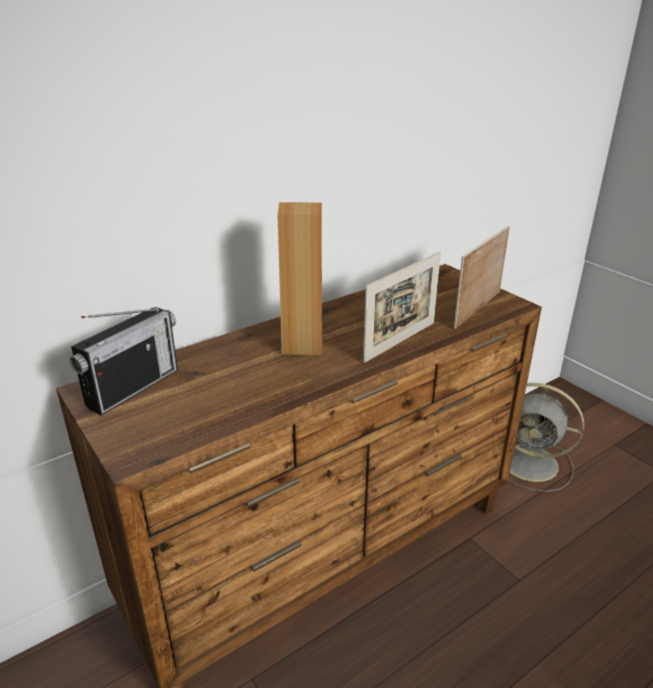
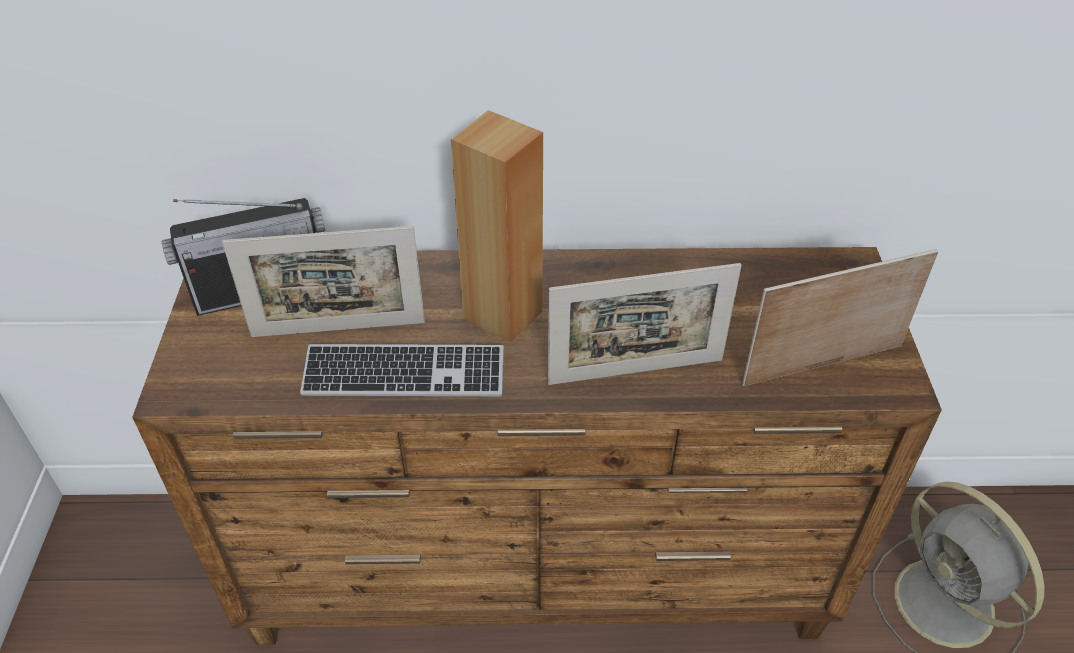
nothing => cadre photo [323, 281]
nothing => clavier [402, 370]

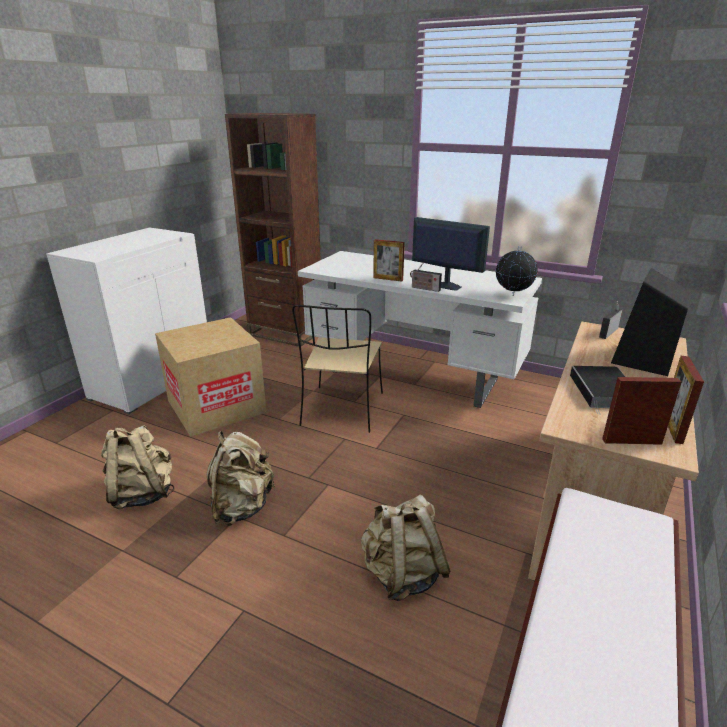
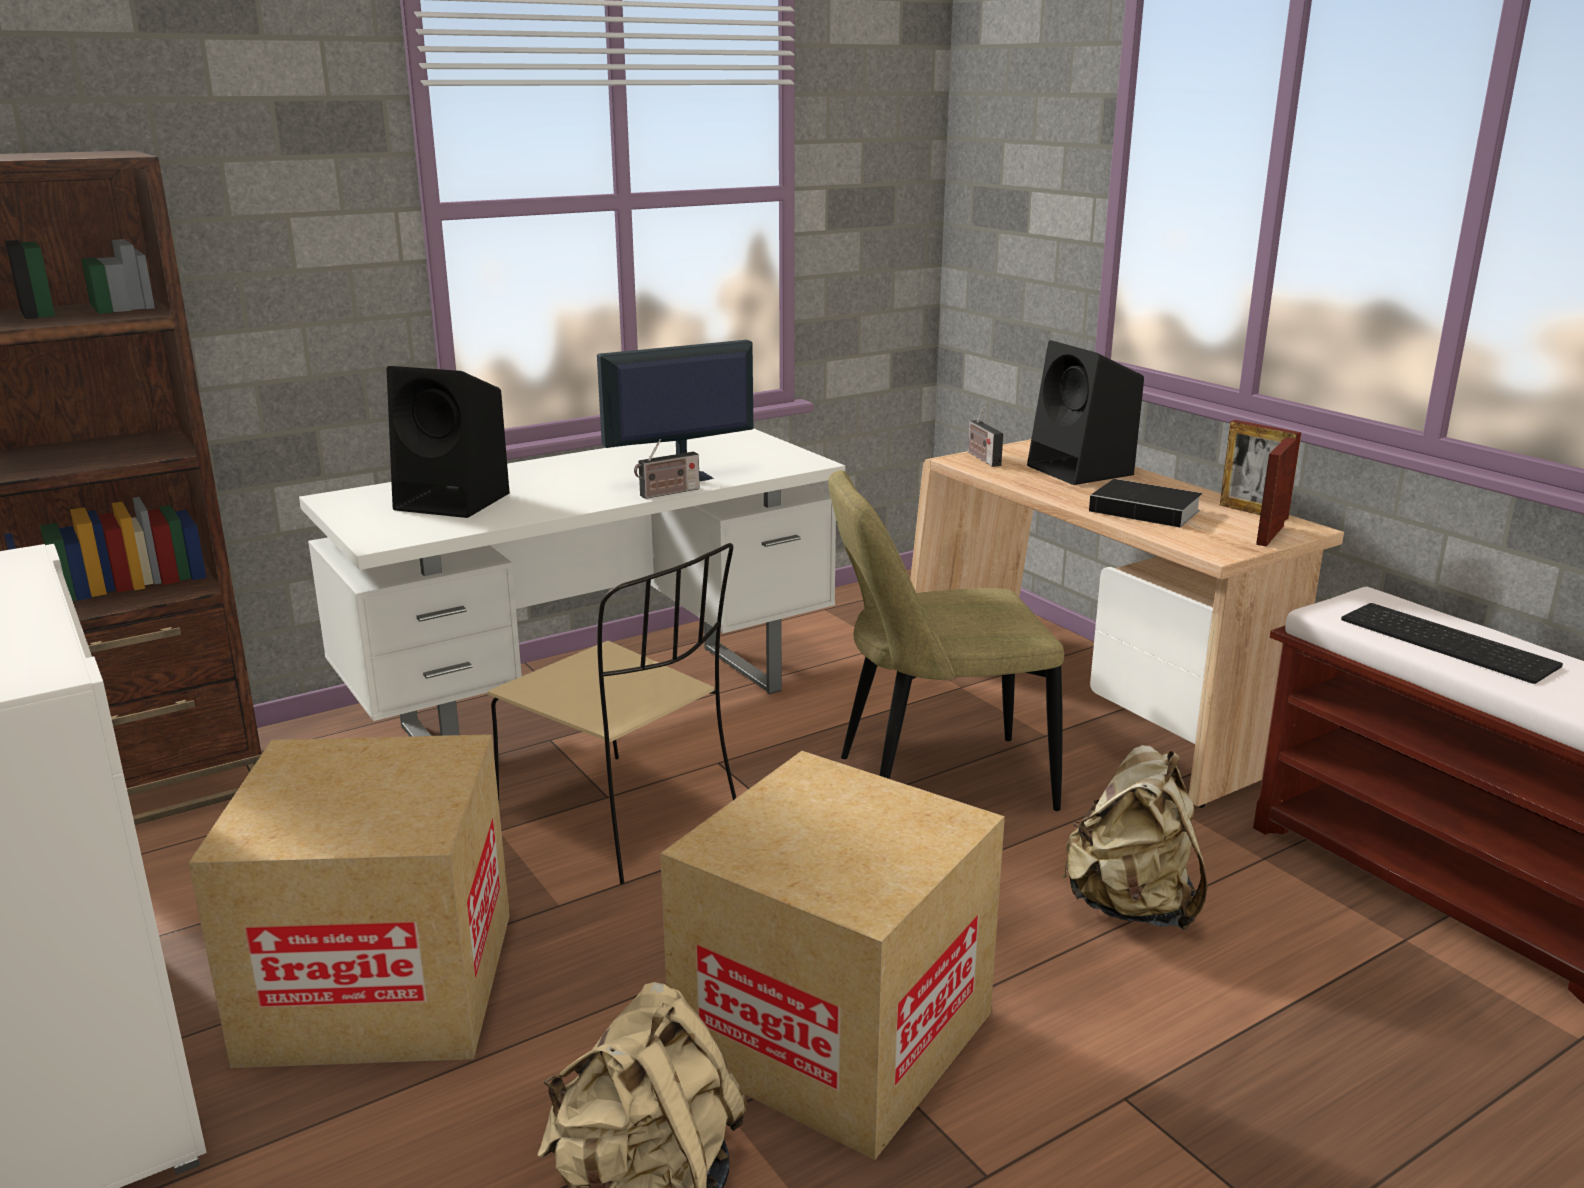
nothing => enceinte [noir] [448, 442]
sac à dos [beige] [241, 478] => carton [832, 955]
nothing => chaise [beige] [946, 640]
nothing => clavier [1452, 643]
cadre photo [389, 260] => nothing
globe [517, 271] => nothing

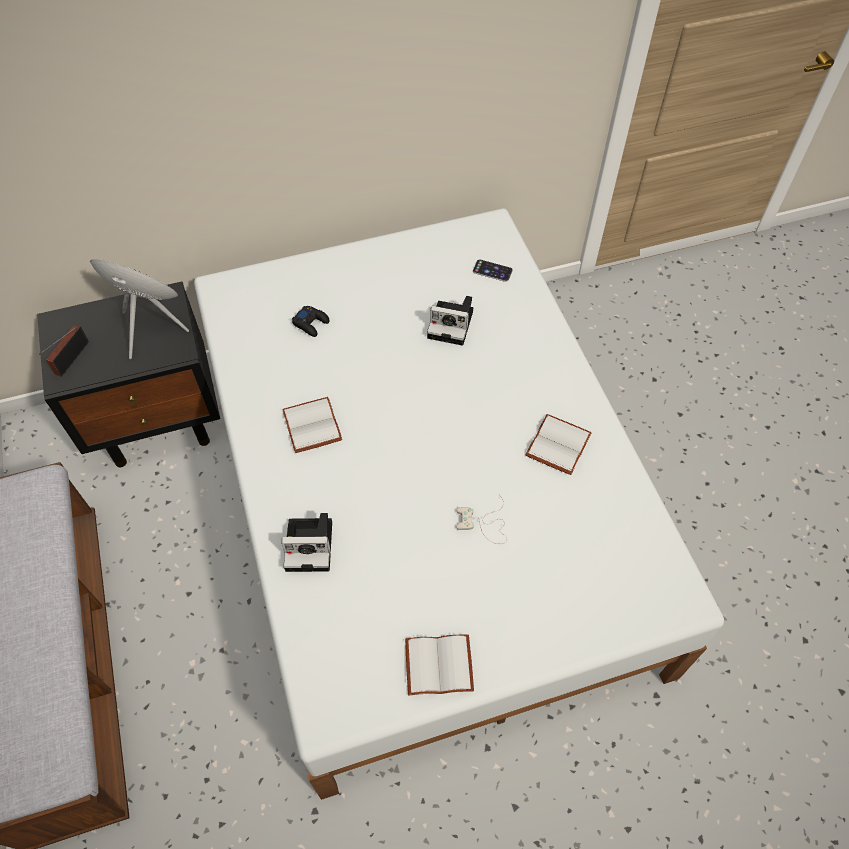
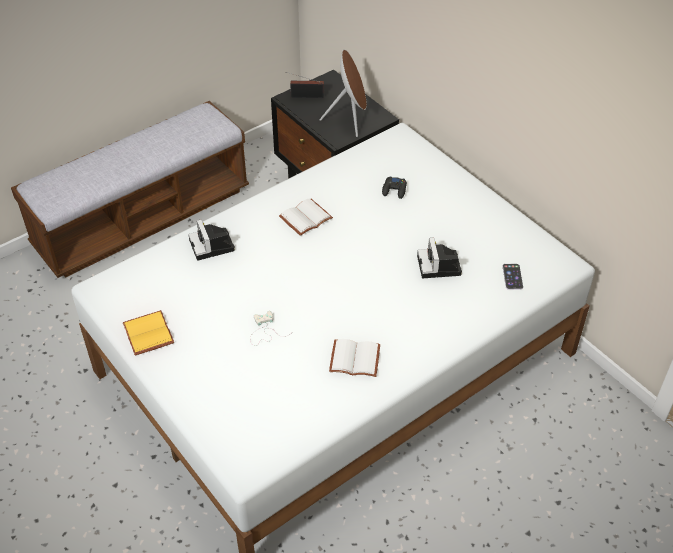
livre [blanc] [439, 665] => livre [jaune] [148, 333]

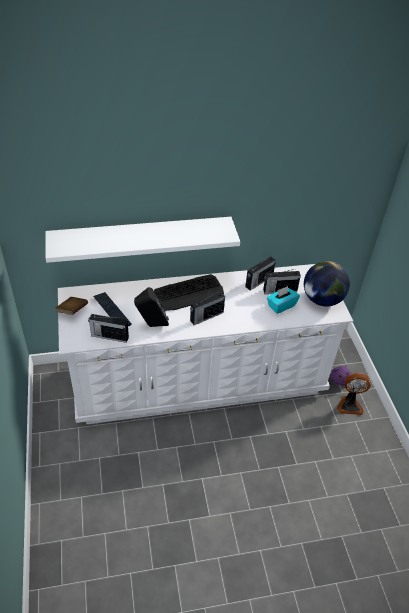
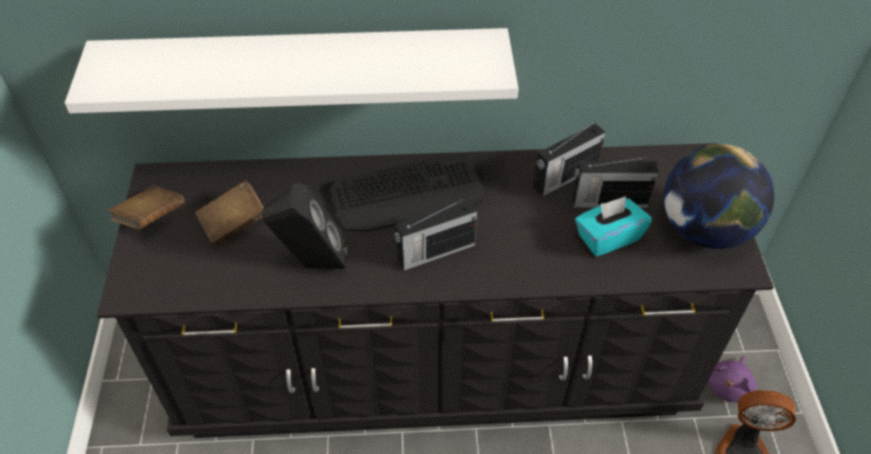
commode [blanc] [205, 344] => commode [noir] [435, 290]
clavier [112, 309] => livre [marron] [229, 213]
radio [108, 328] => nothing

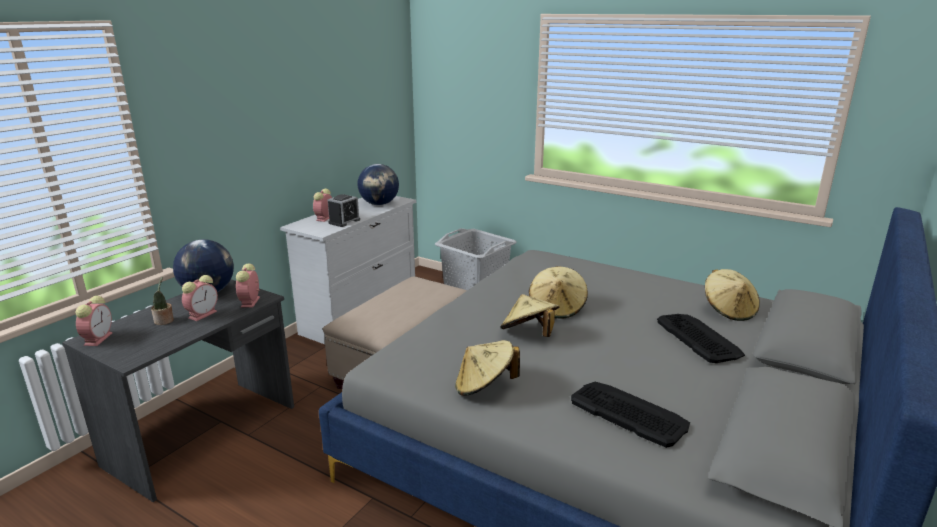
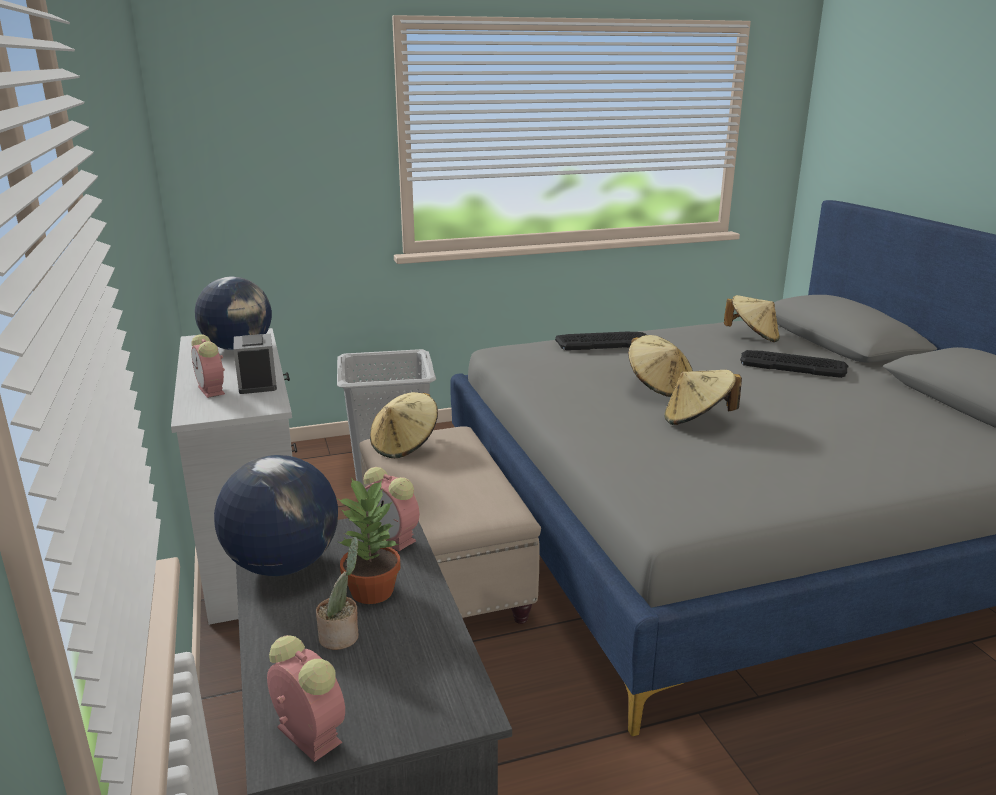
réveil [200, 298] => plante en pot [369, 541]
chapeau [beige] [487, 368] => chapeau [beige] [404, 425], shifted
clavier [630, 415] => clavier [601, 341], shifted

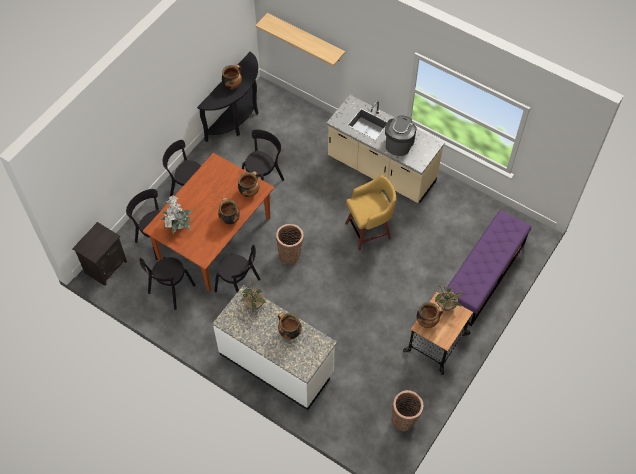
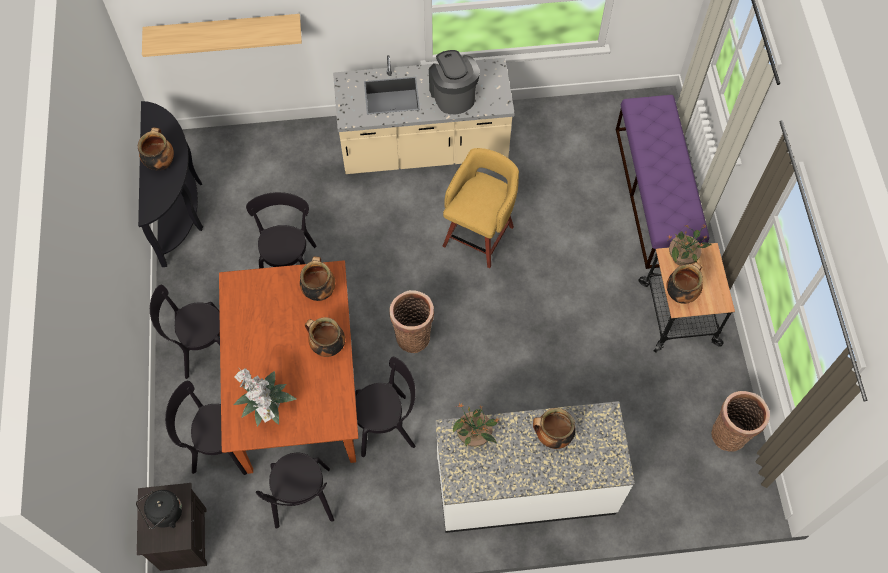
nothing => bouilloire [noir] [159, 509]

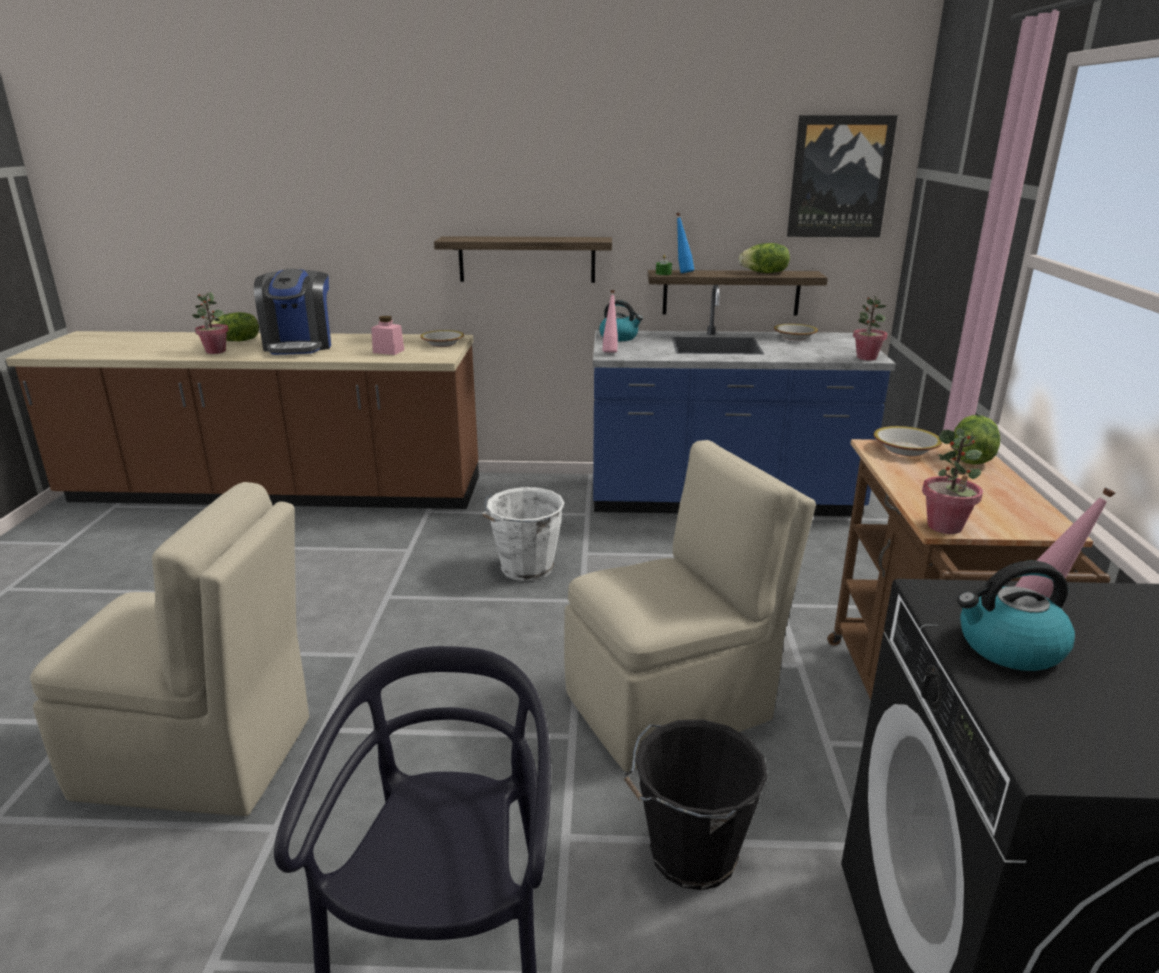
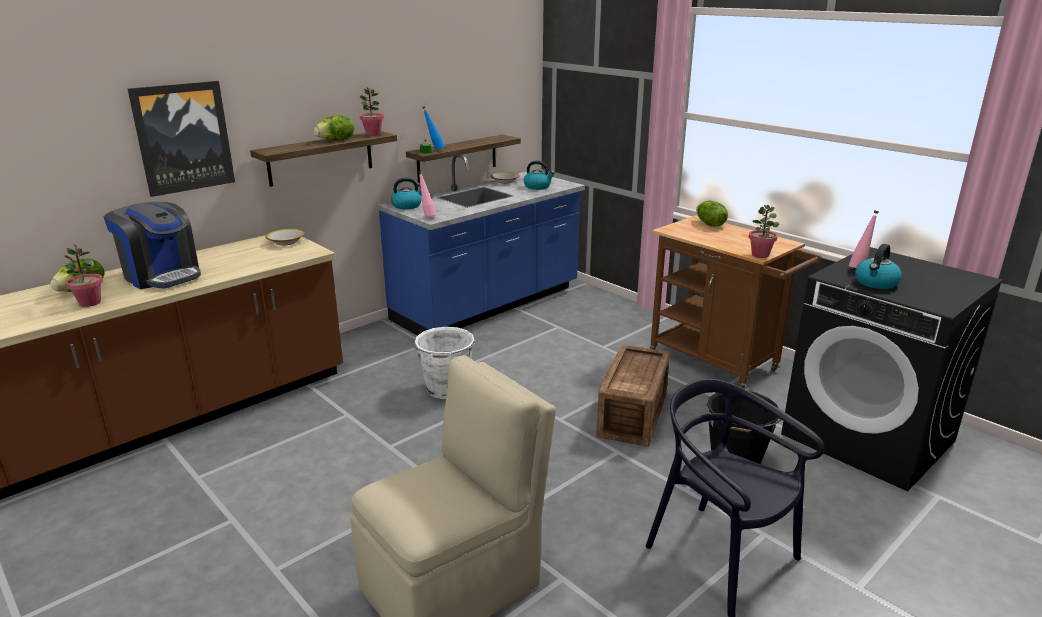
tableau [842, 176] => tableau [181, 139], shifted
laitue [764, 258] => laitue [334, 127], shifted
plante en pot [870, 328] => plante en pot [372, 111], shifted
nothing => bouilloire [539, 175]
chaise [beige] [690, 606] => caisse [633, 396]
bocal [rose] [387, 335] => nothing
bol [908, 441] => nothing

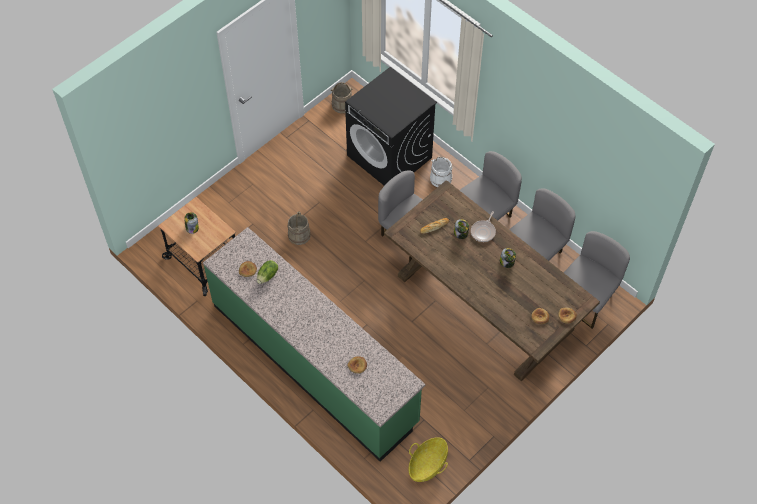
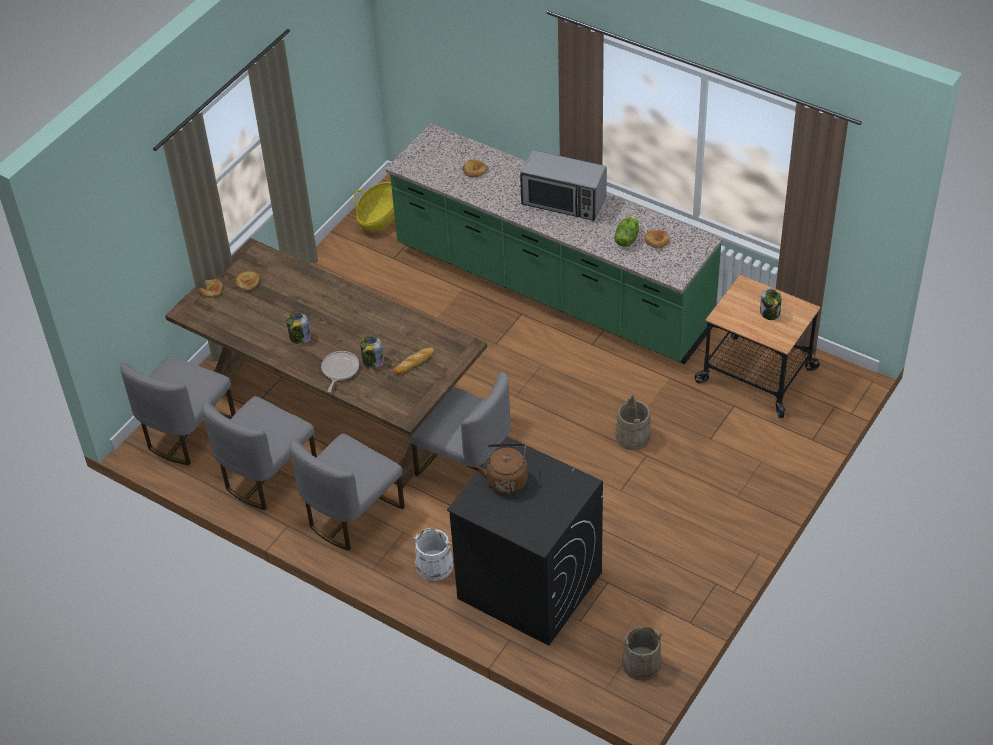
nothing => bouilloire [marron] [502, 468]
nothing => micro-ondes [563, 185]

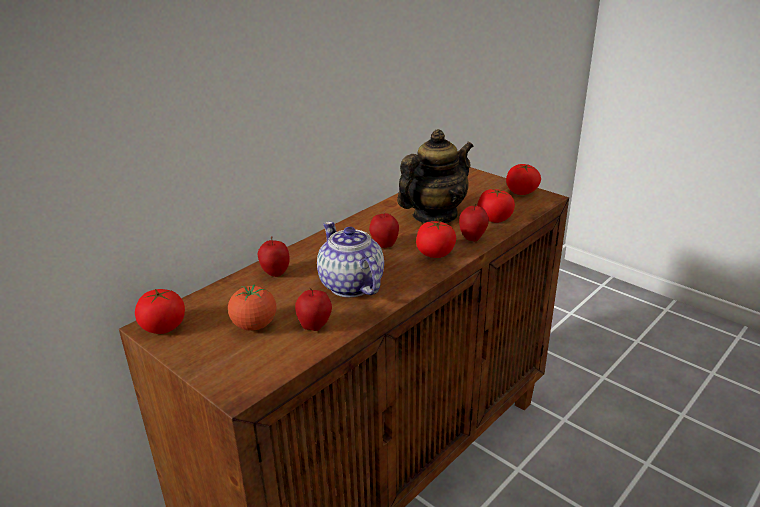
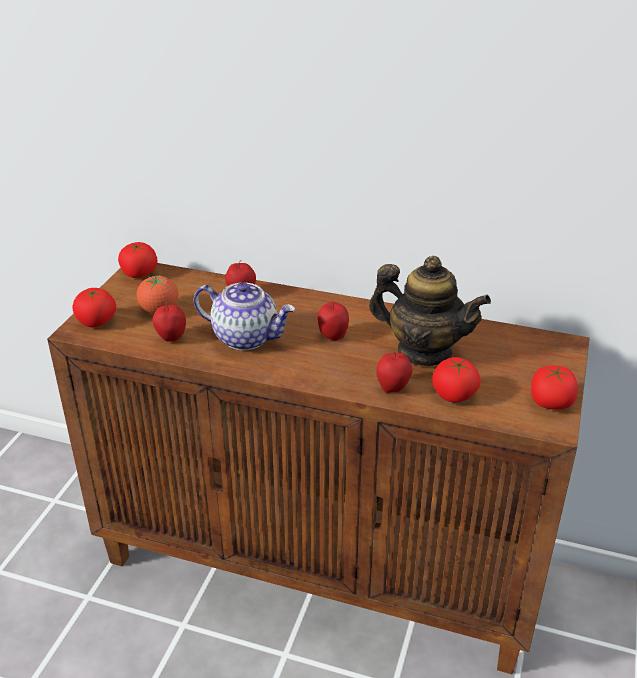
tomate [436, 239] => tomate [94, 307], shifted
théière [350, 259] => théière [244, 316], 75 degrees clockwise

